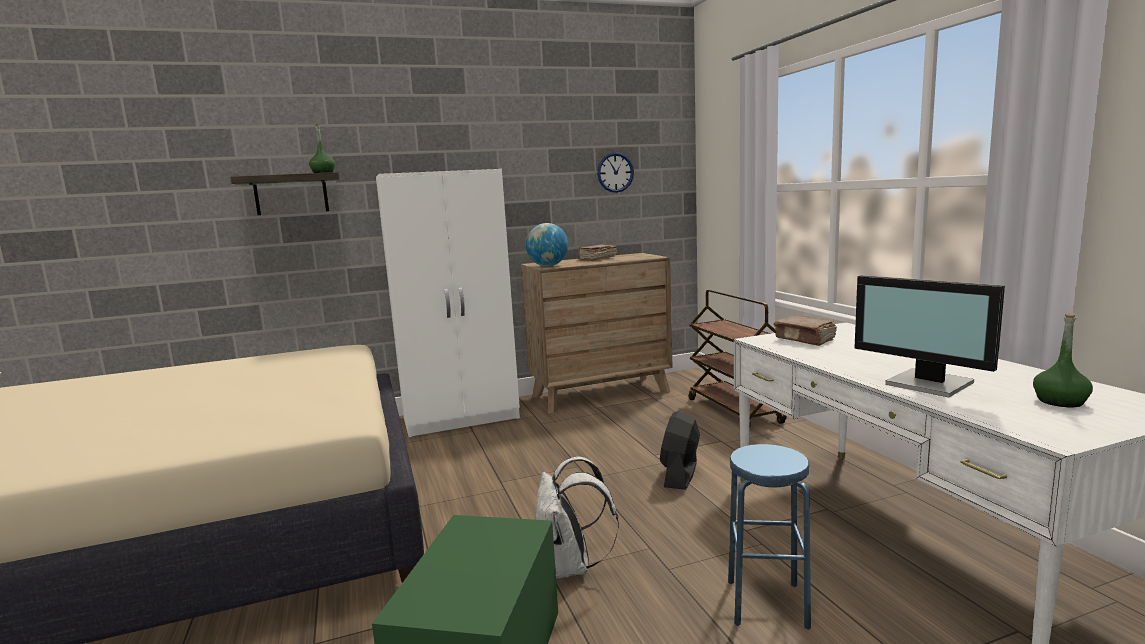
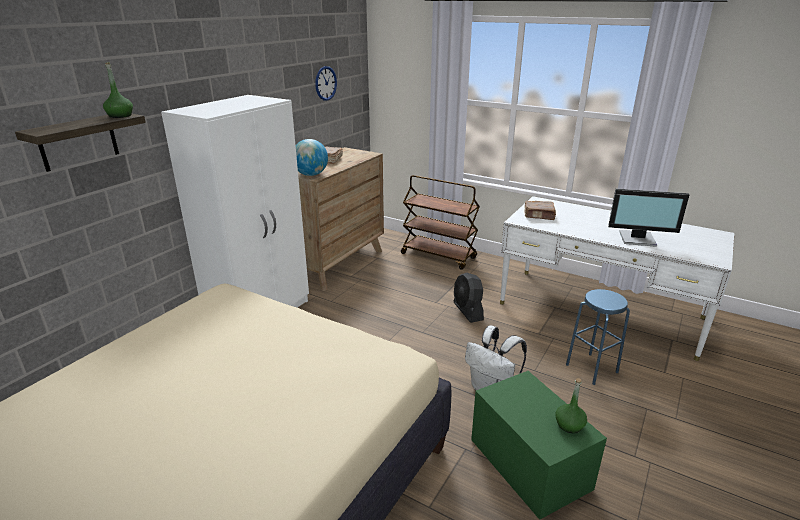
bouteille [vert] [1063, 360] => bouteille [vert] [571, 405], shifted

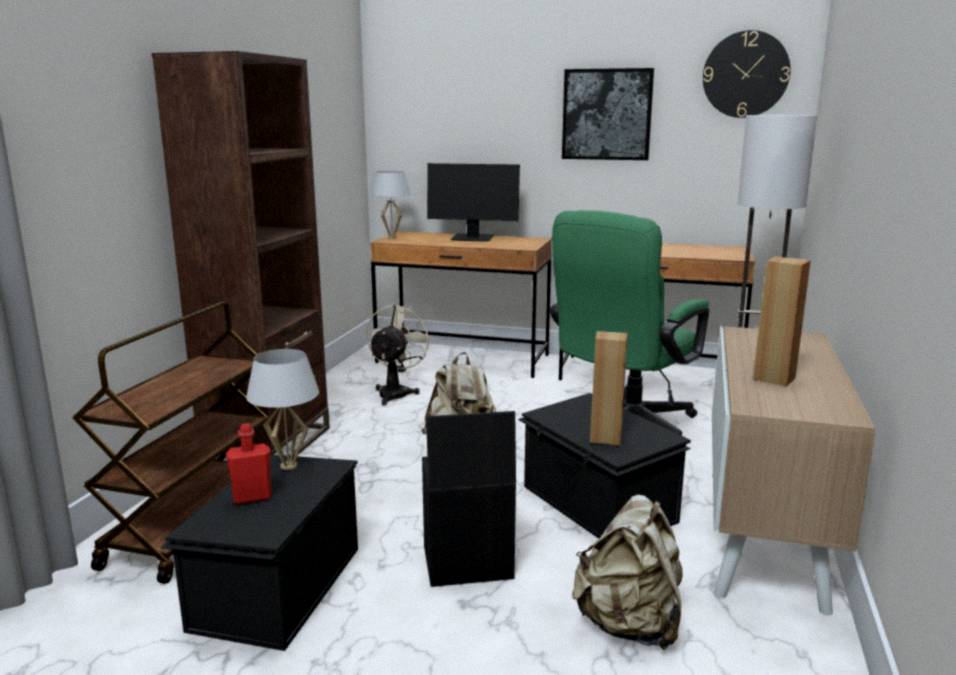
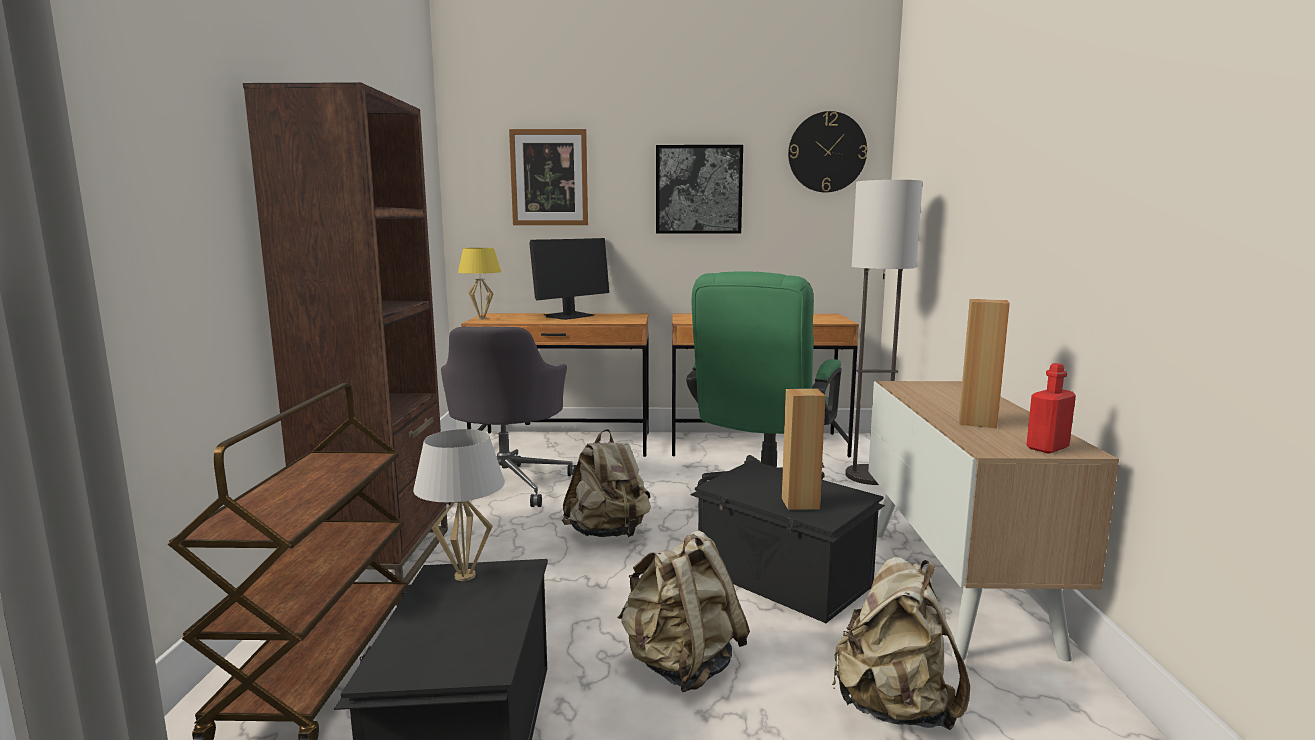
ventilateur [beige] [399, 354] => chaise de bureau [gris] [508, 417]
lampe de table [blanc] [390, 205] => lampe de table [jaune] [479, 284]
nothing => tableau [548, 177]
écran d'ordinateur [473, 202] => écran d'ordinateur [569, 279], 45 degrees counterclockwise
boîte de rangement [noir] [469, 499] => sac à dos [beige] [683, 611]
bouteille [rouge] [249, 463] => bouteille [rouge] [1051, 408], shifted

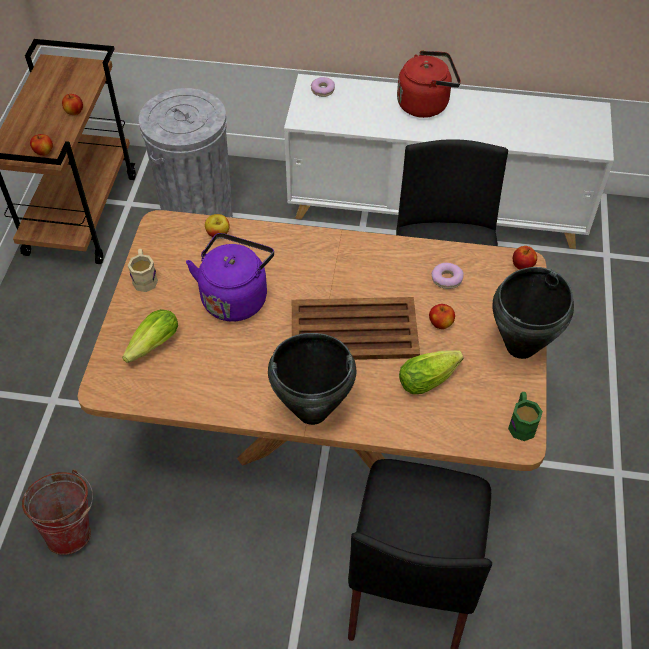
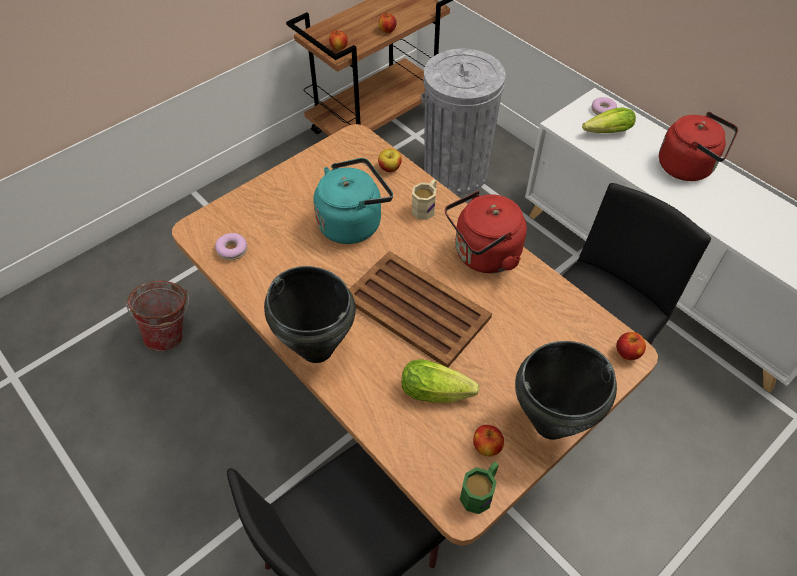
beignet [448, 276] => beignet [231, 246], shifted
bouilloire [violet] [230, 277] => bouilloire [turquoise] [353, 201]
mug [beige] [143, 270] => mug [beige] [423, 199], shifted
nothing => bouilloire [rouge] [486, 232]
pomme [442, 316] => pomme [488, 440], shifted
laitue [150, 336] => laitue [609, 120], shifted

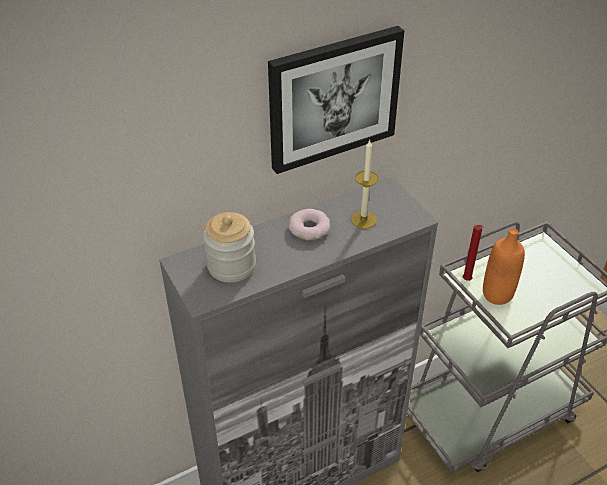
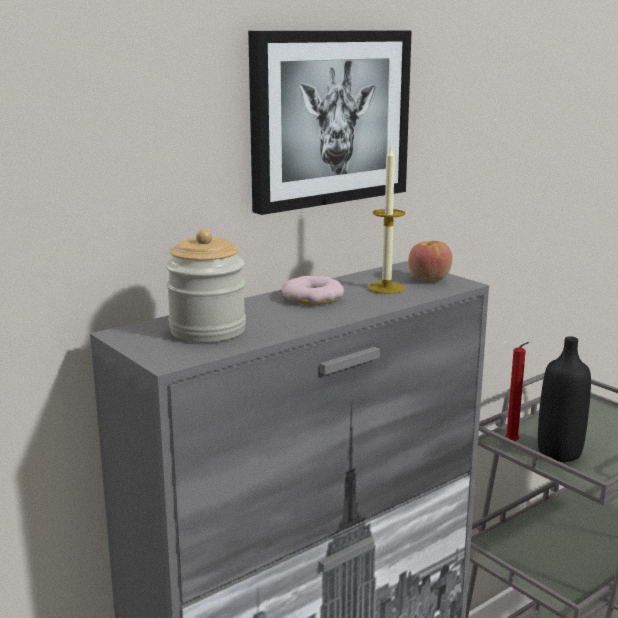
nothing => pomme [430, 260]
bouteille [orange] [504, 266] => bouteille [noir] [564, 399]

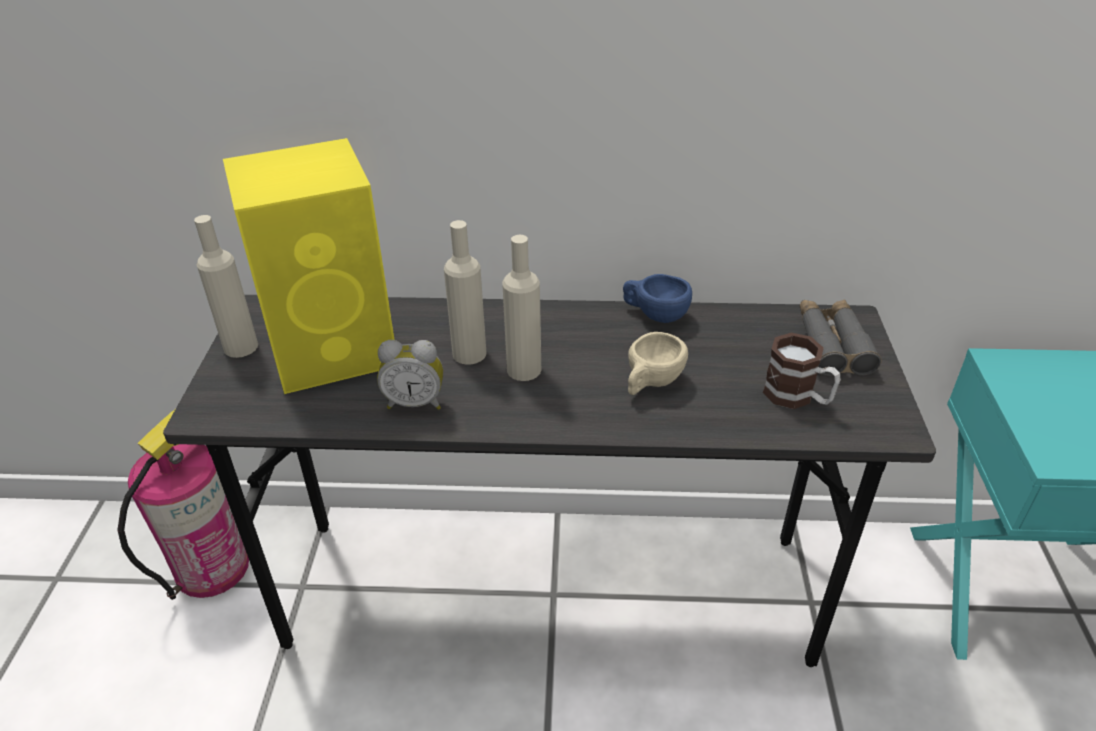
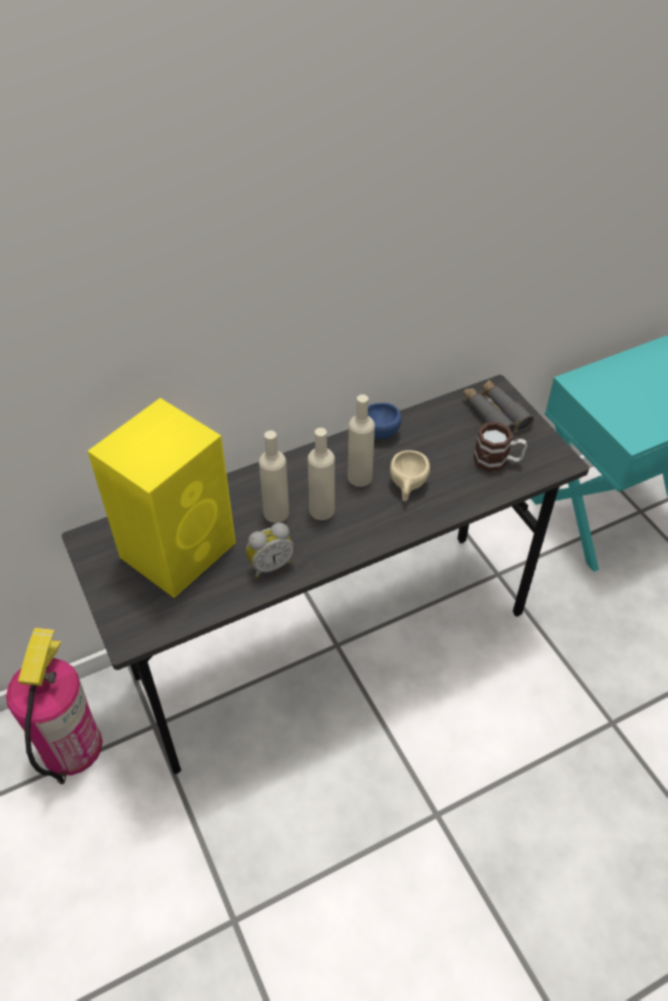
bouteille [beige] [226, 286] => bouteille [beige] [361, 441], shifted

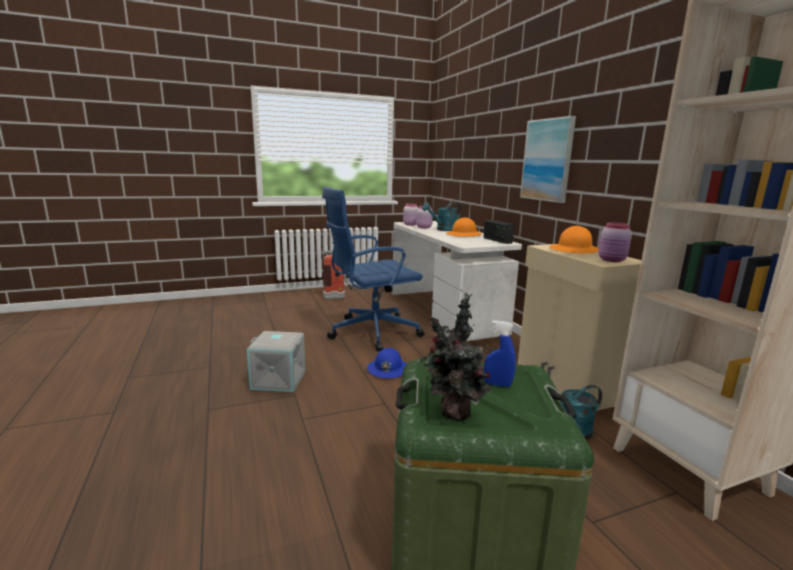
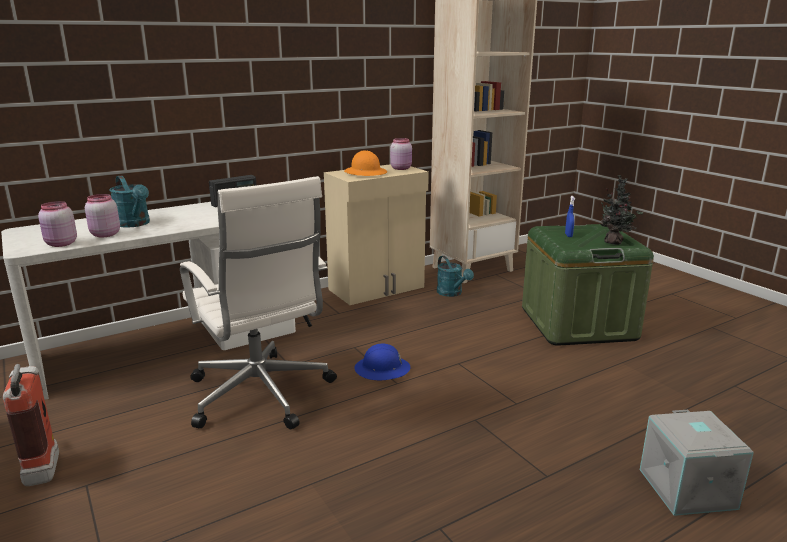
chaise de bureau [bleu] [373, 269] => chaise de bureau [blanc] [258, 302]
boîte de rangement [gris] [276, 361] => boîte de rangement [gris] [697, 463], shifted
casque de chantier [orange] [464, 227] => nothing
tableau [548, 159] => nothing

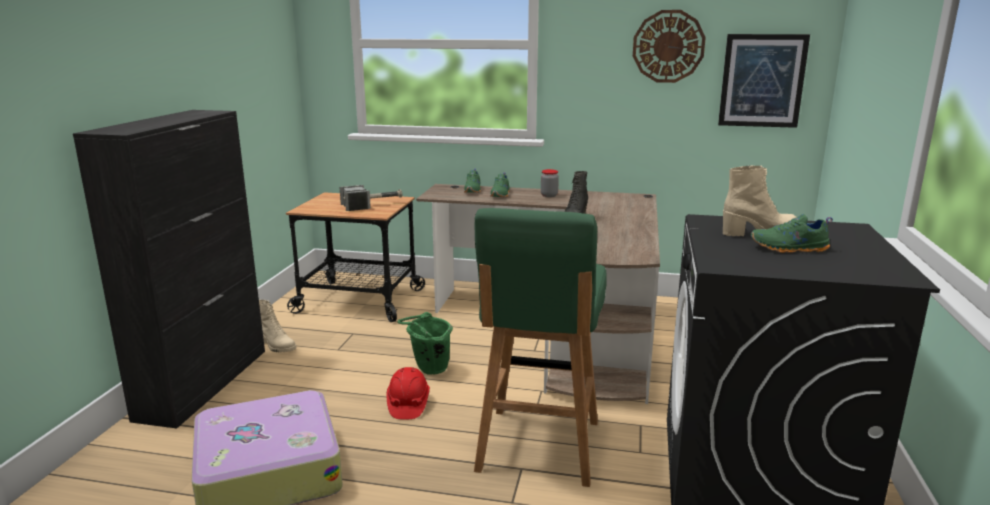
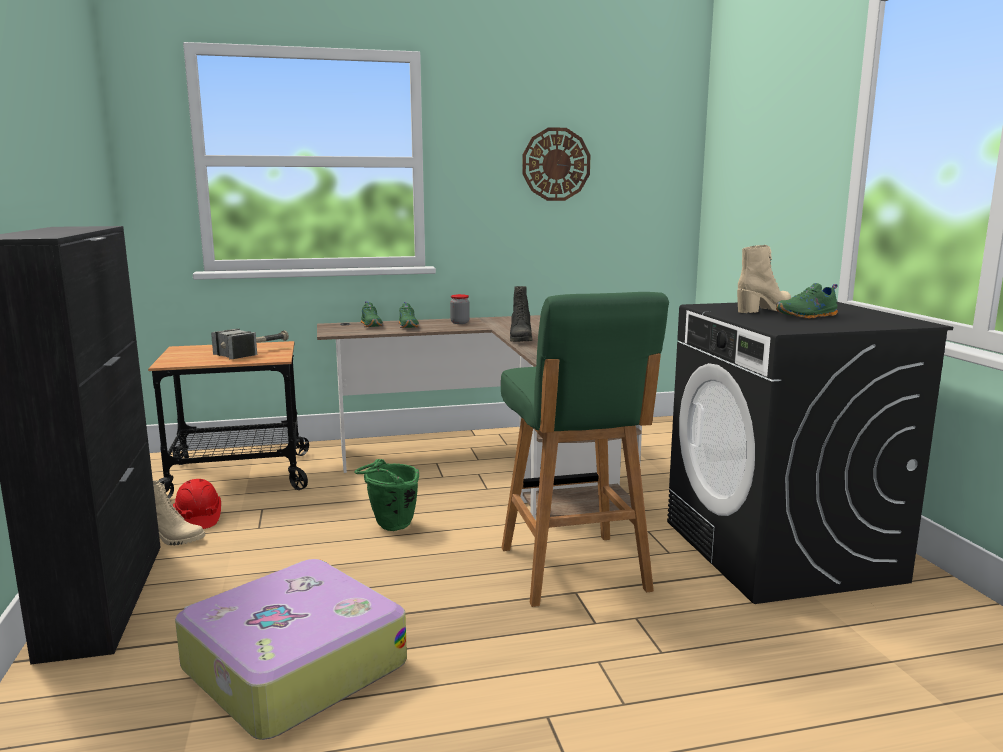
casque de chantier [rouge] [408, 393] => casque de chantier [rouge] [197, 504], shifted
tableau [764, 81] => nothing

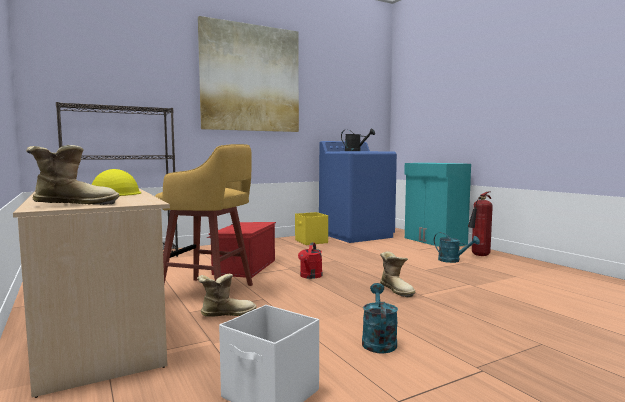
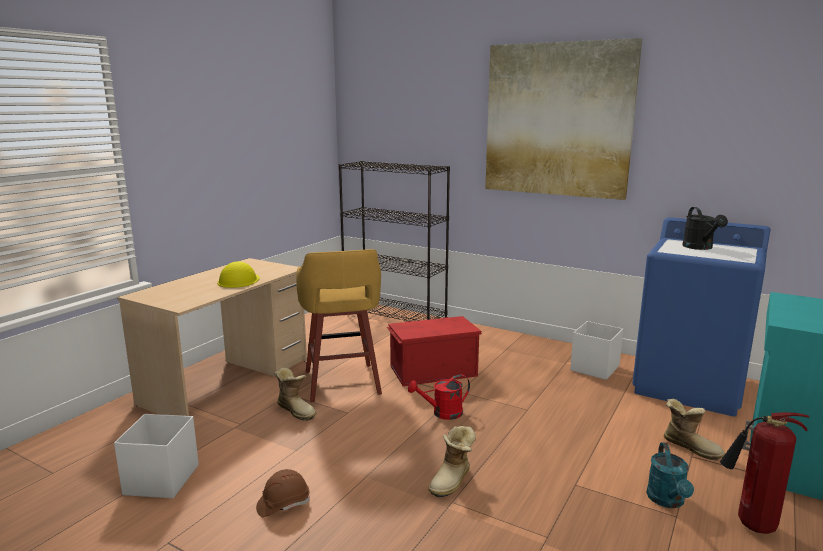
arrosoir [turquoise] [380, 318] => casque de chantier [marron] [283, 493]
boîte de rangement [jaune] [311, 228] => boîte de rangement [blanc] [596, 350]
botte [73, 175] => botte [694, 430], shifted

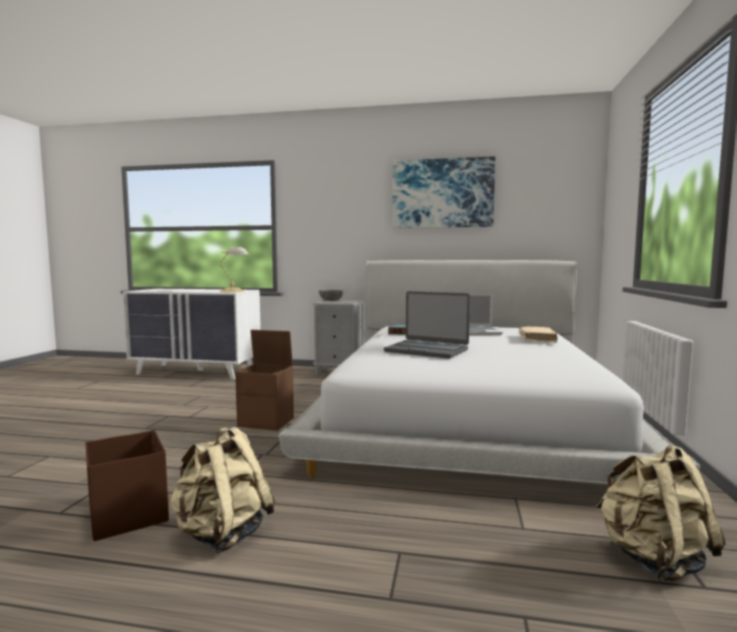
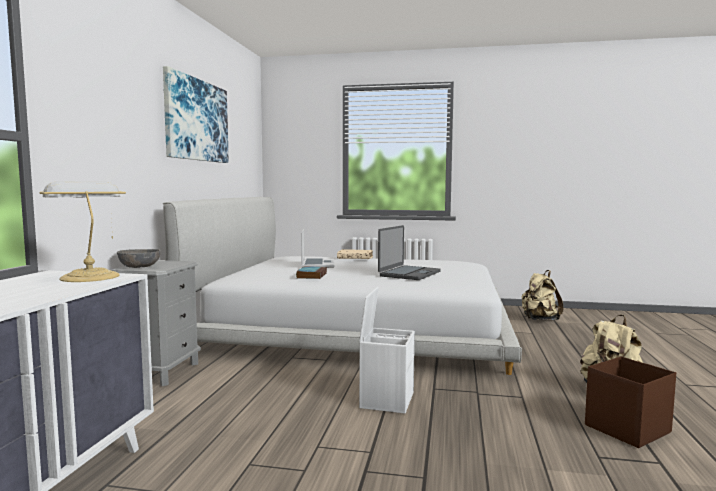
boîte de rangement [marron] [264, 380] => boîte de rangement [blanc] [387, 350]

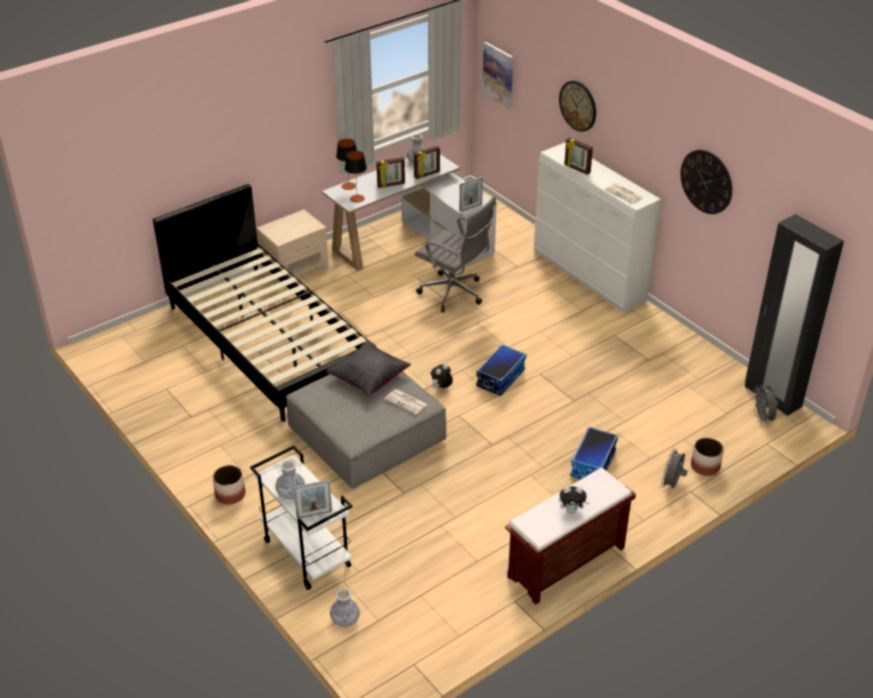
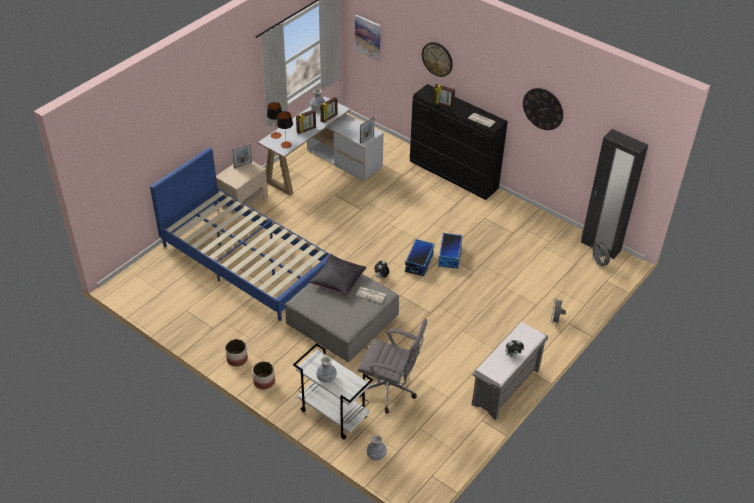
lit [noir] [264, 303] => lit [bleu] [240, 234]
cache-pot [707, 456] => cache-pot [236, 353], shifted
cadre photo [313, 499] => cadre photo [242, 155], shifted
chaise de bureau [gris] [455, 254] => chaise de bureau [gris] [392, 366], shifted
commode [blanc] [597, 227] => commode [noir] [459, 142]
boîte de rangement [594, 452] => boîte de rangement [450, 251], shifted
banc [marron] [570, 536] => banc [gris] [509, 371]

